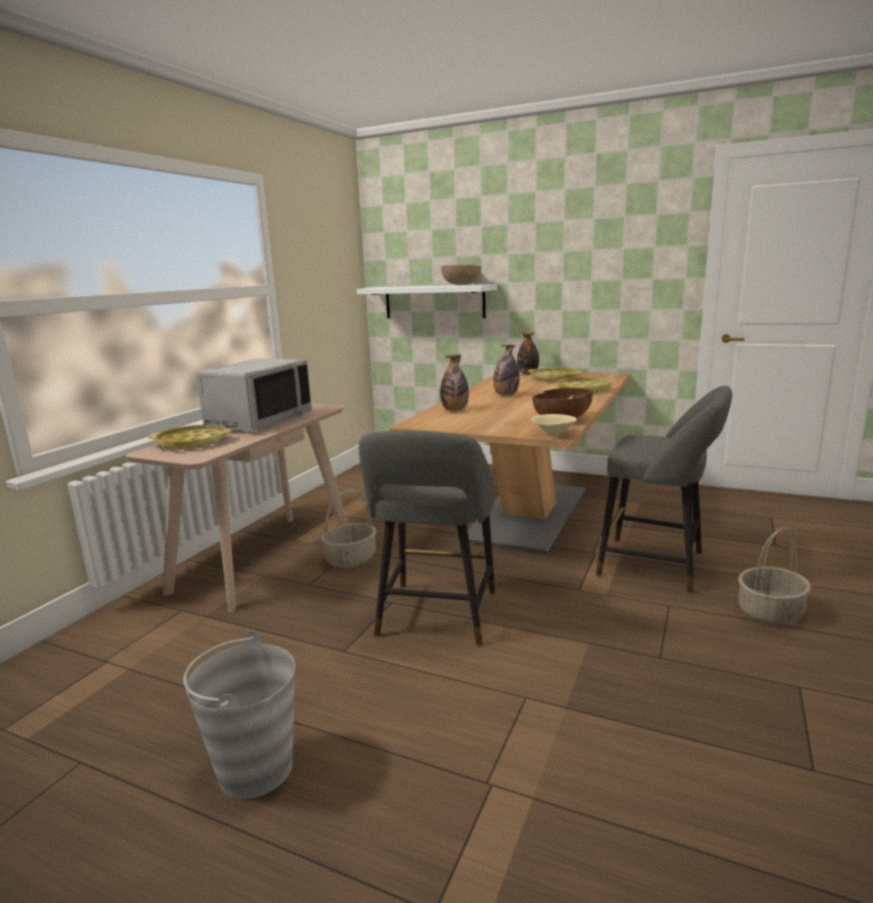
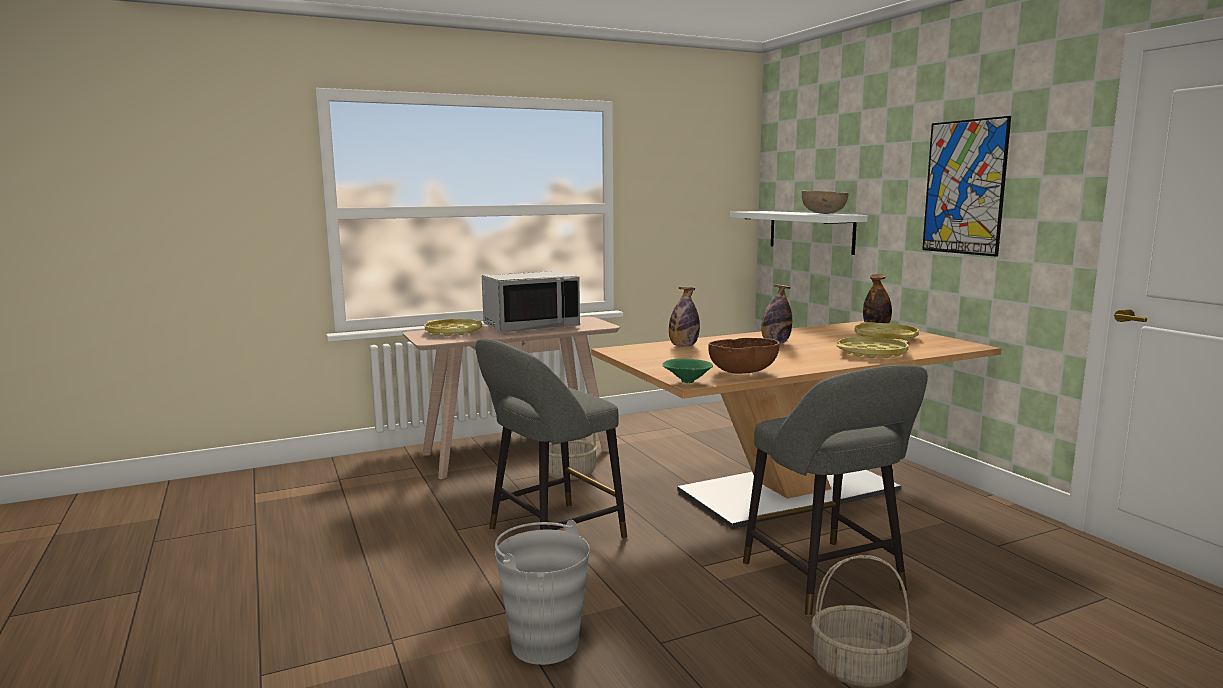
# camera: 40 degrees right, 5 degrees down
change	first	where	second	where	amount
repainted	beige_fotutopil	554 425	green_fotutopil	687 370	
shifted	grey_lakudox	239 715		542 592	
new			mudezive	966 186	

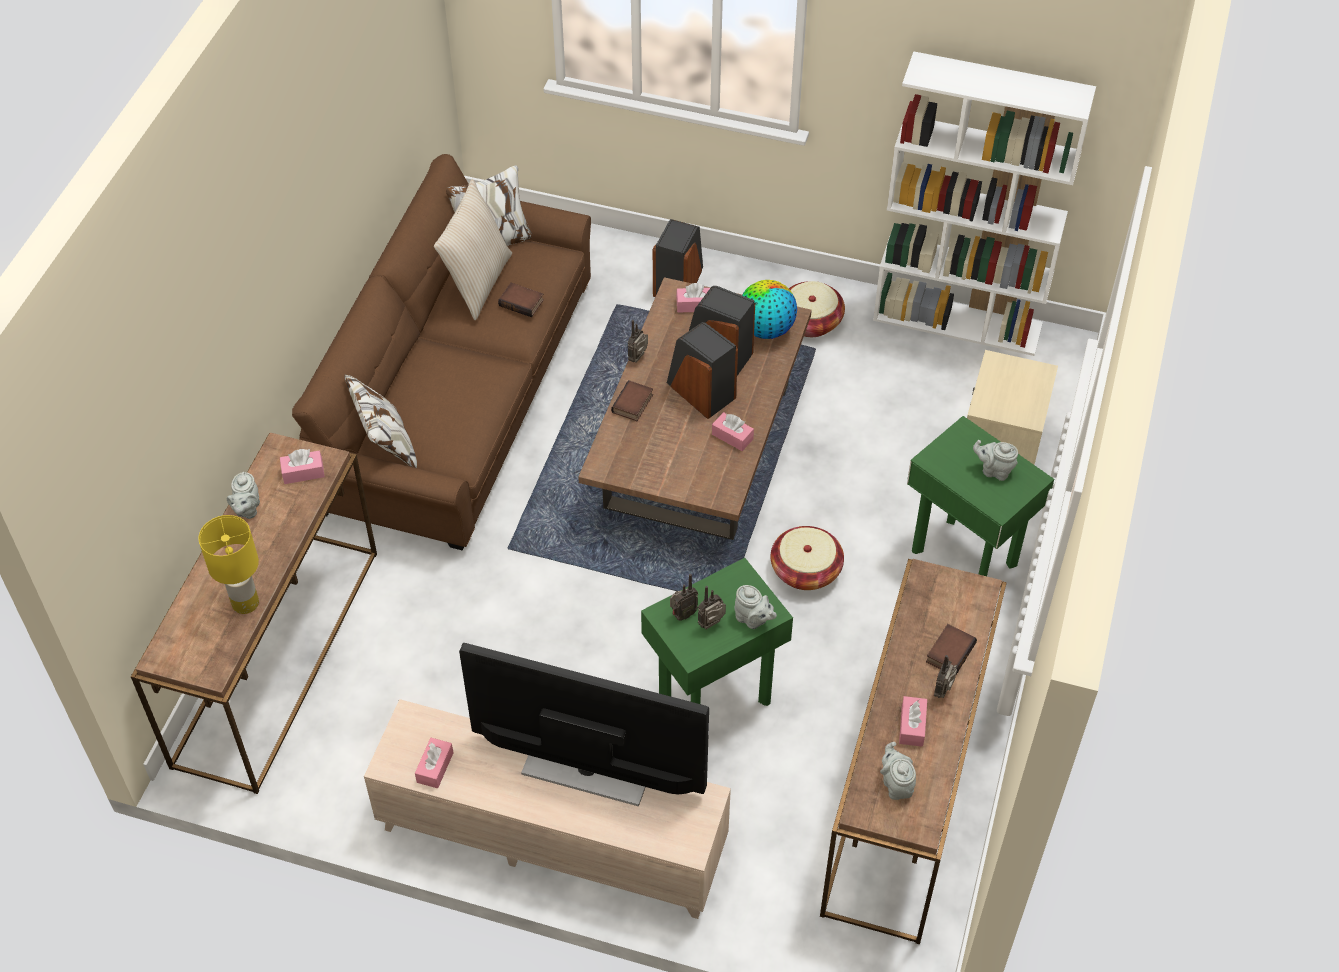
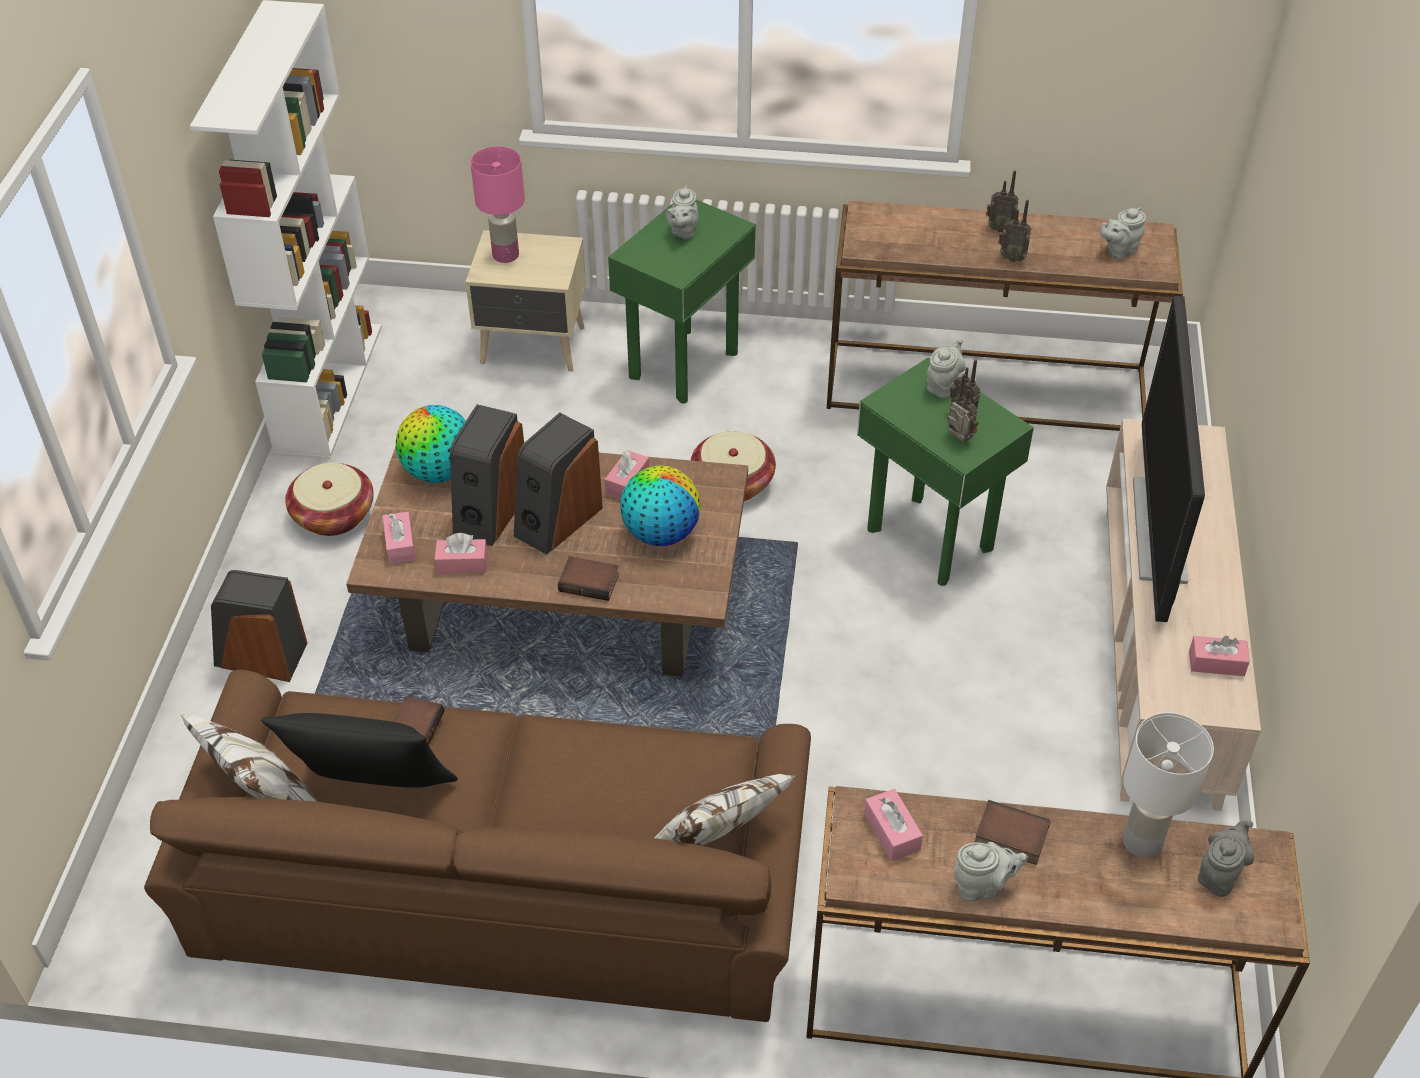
# camera: 100 degrees left, 5 degrees down
change	first	where	second	where	amount
repainted	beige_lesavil	473 249	black_lesavil	359 750	
shifted	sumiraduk	638 341		1014 230	
repainted	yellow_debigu	228 564	white_debigu	1168 785	
shifted	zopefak	951 649		1012 832	
shifted	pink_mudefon	913 721		461 553	
new			pink_debigu	497 204	
new			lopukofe	660 505	
new			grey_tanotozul	1226 859	

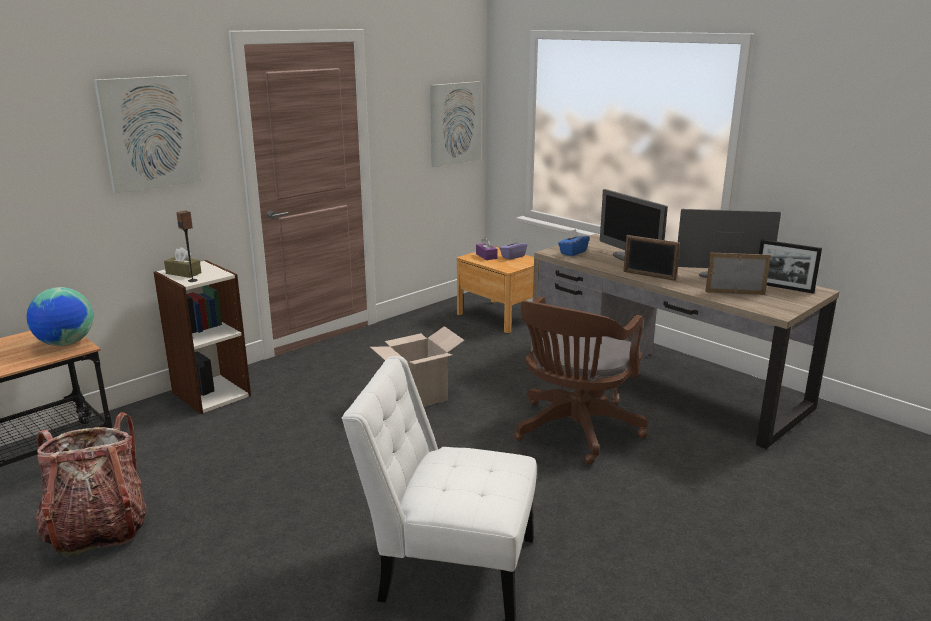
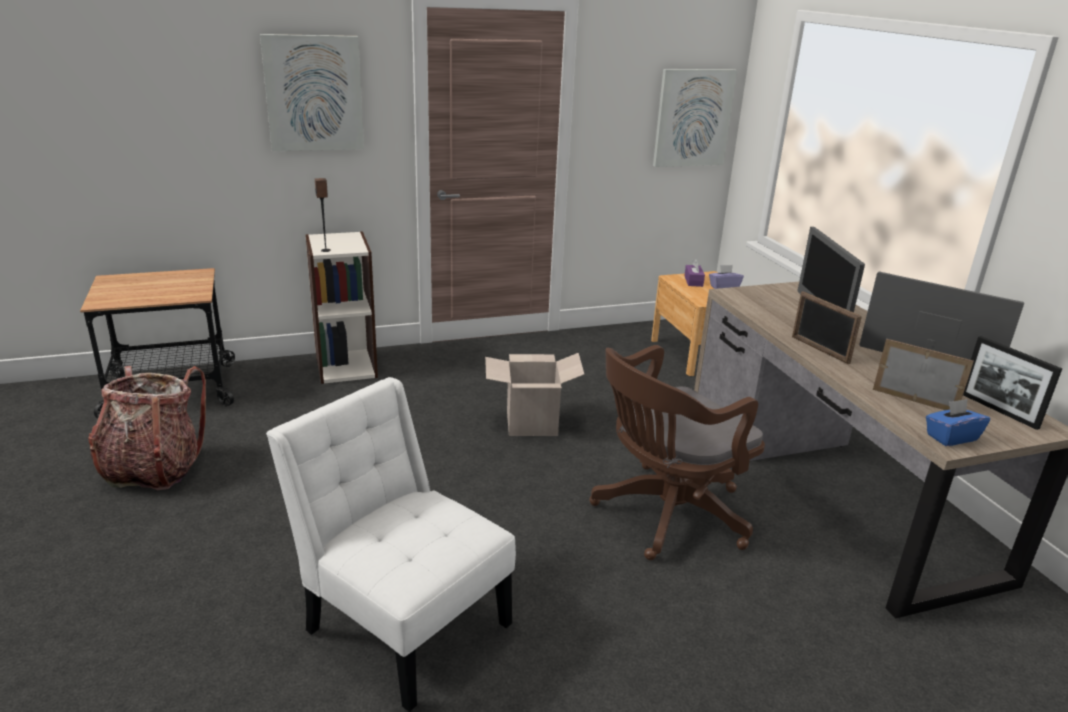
# camera: 25 degrees right, 5 degrees up
change	first	where	second	where	amount
shifted	blue_mudefon	573 242		958 422	
gone	brown_mudefon	182 262			
gone	lopukofe	60 316			

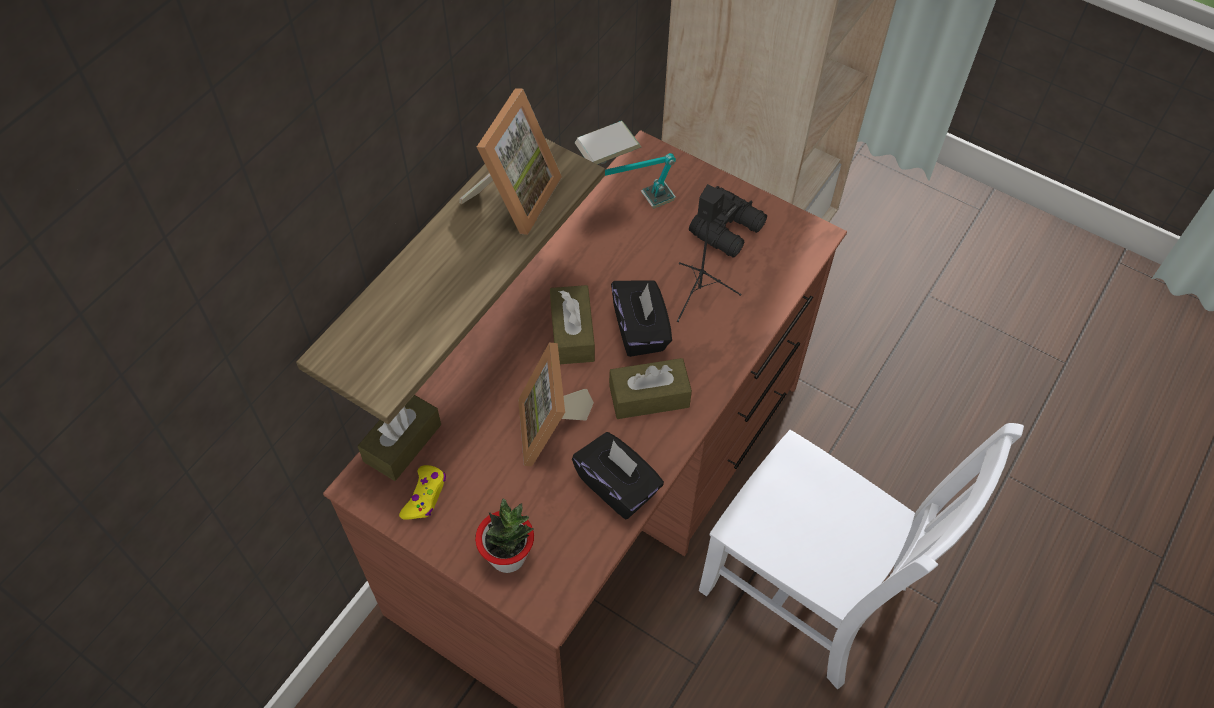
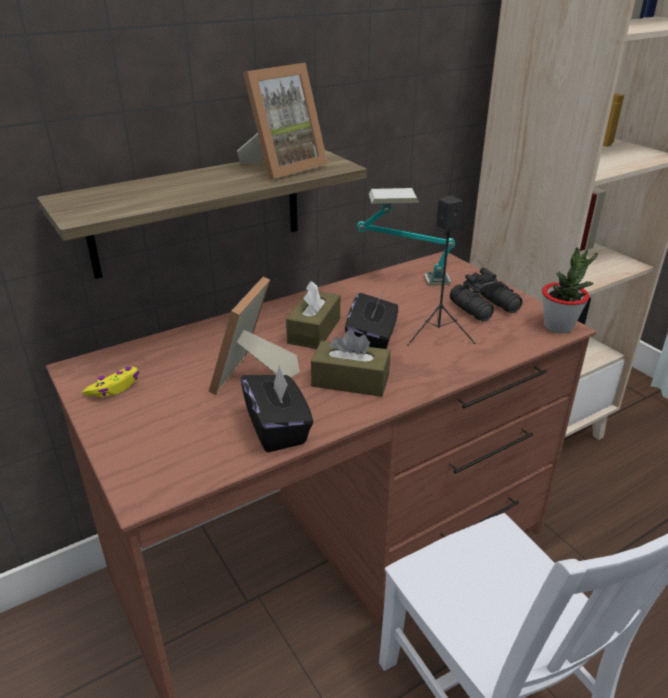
# camera: 25 degrees right, 25 degrees down
change	first	where	second	where	amount
gone	brown_mudefon	399 438			
shifted	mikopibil	504 535		570 290	

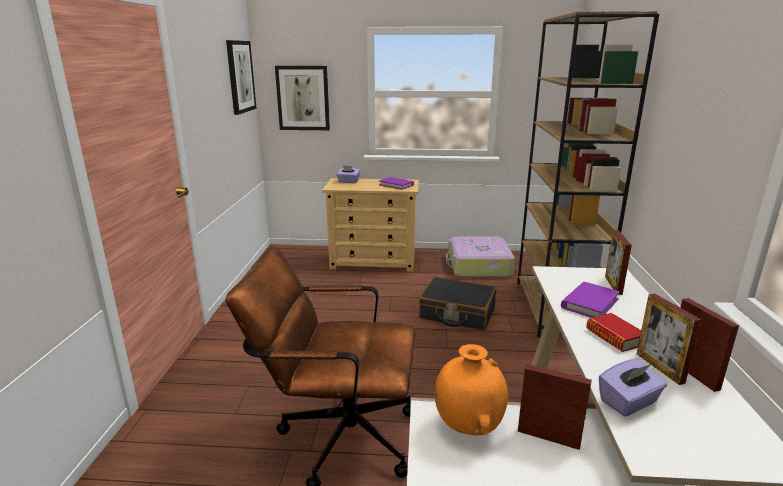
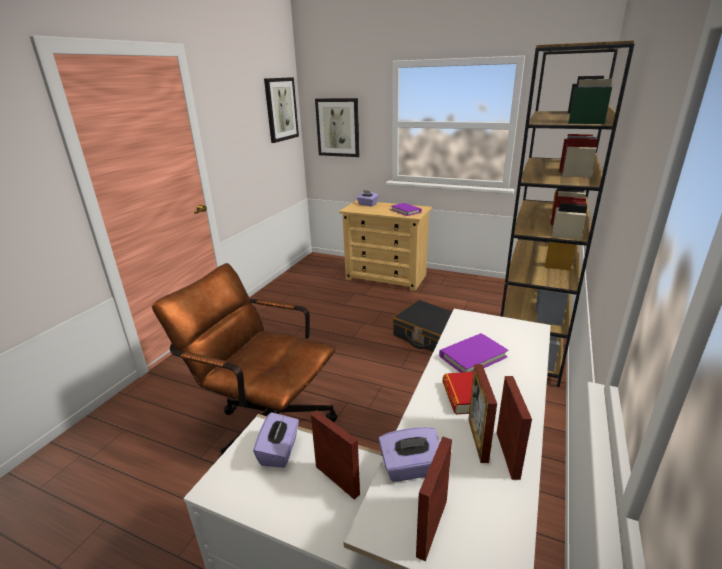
# camera: 20 degrees right, 5 degrees up
change	first	where	second	where	amount
shifted	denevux	618 262		434 499	
gone	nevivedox	480 257			
swapped	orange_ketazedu	471 389	purple_mudefon	276 440	

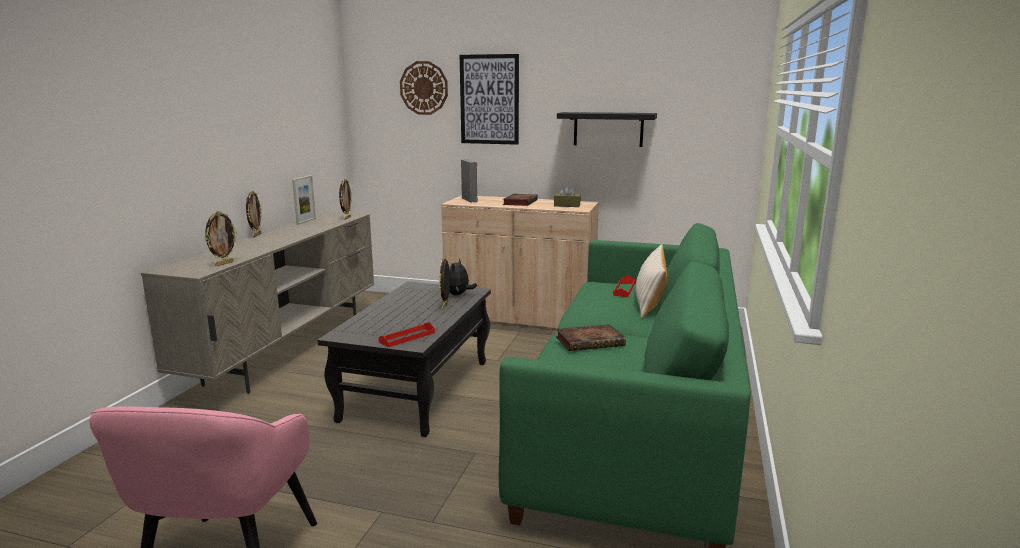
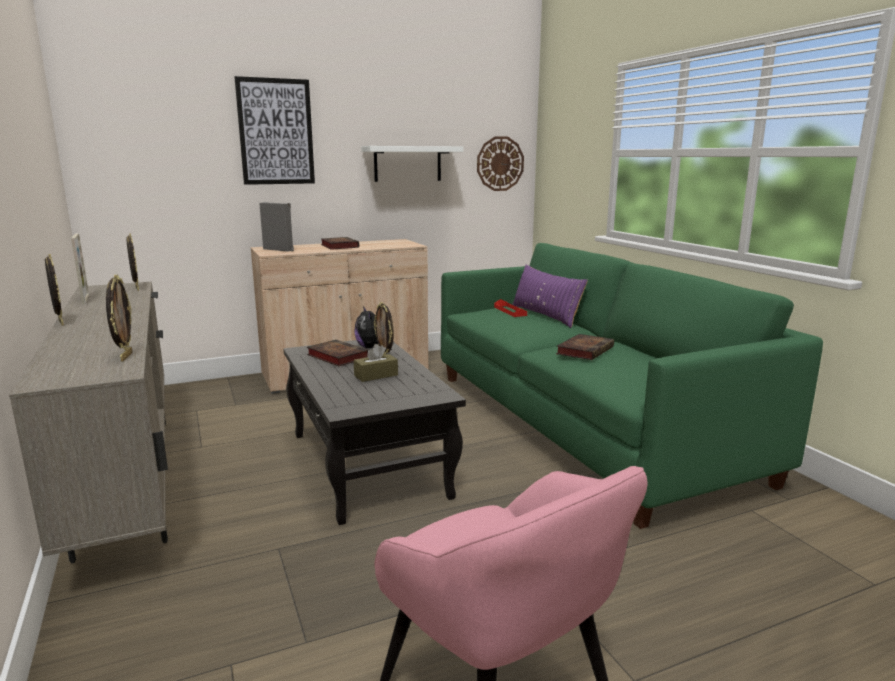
# camera: 40 degrees left, 0 degrees up
change	first	where	second	where	amount
shifted	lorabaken	424 88		500 163	
repainted	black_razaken	607 129	white_razaken	412 164	
shifted	brown_mudefon	567 195		376 363	
repainted	beige_lesavil	651 281	purple_lesavil	550 296	
gone	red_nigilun	407 334			
new			zopefak	338 353	

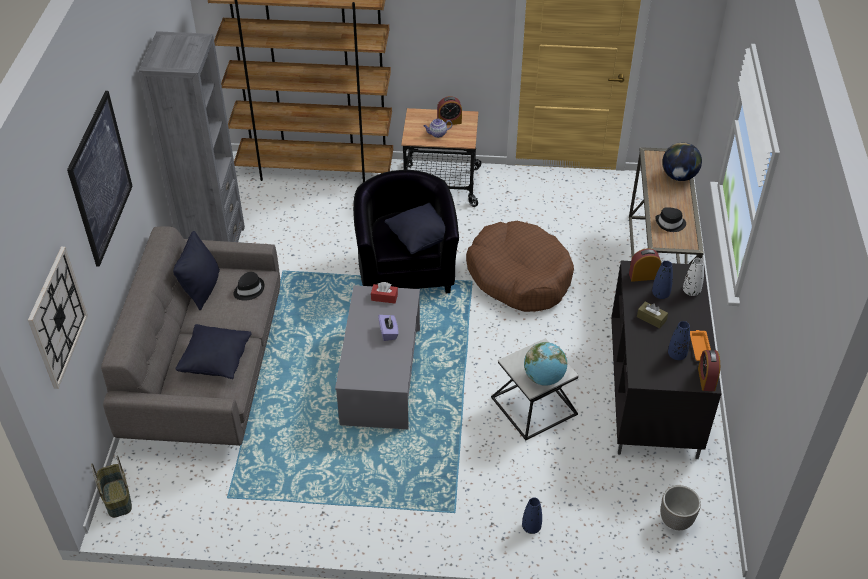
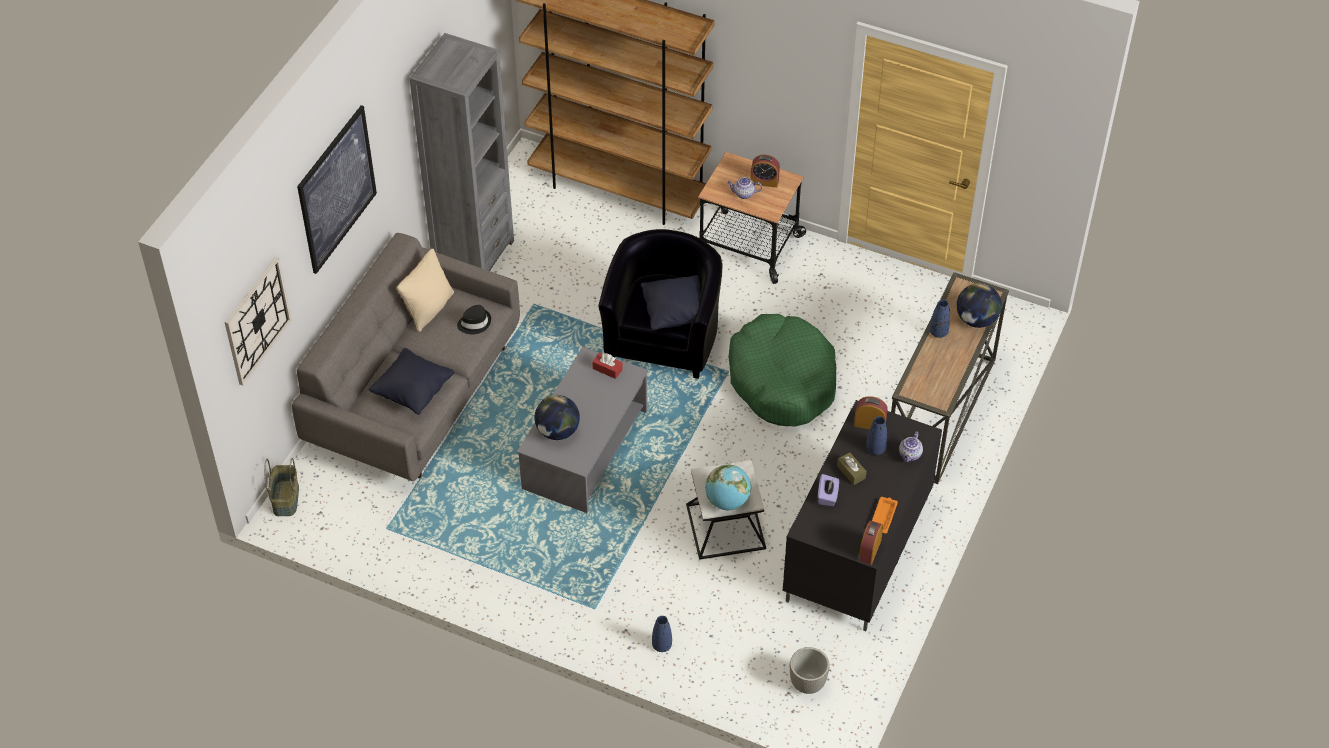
# camera: 20 degrees right, 5 degrees up
change	first	where	second	where	amount
gone	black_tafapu	670 219			
repainted	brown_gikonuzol	520 266	green_gikonuzol	782 370	
repainted	black_lesavil	196 270	beige_lesavil	425 290	
swapped	white_ketazedu	693 277	tanotozul	911 446	
shifted	purple_mudefon	388 328		828 490	
shifted	blue_ketazedu	679 340		940 318	
new			lopukofe	557 417	

